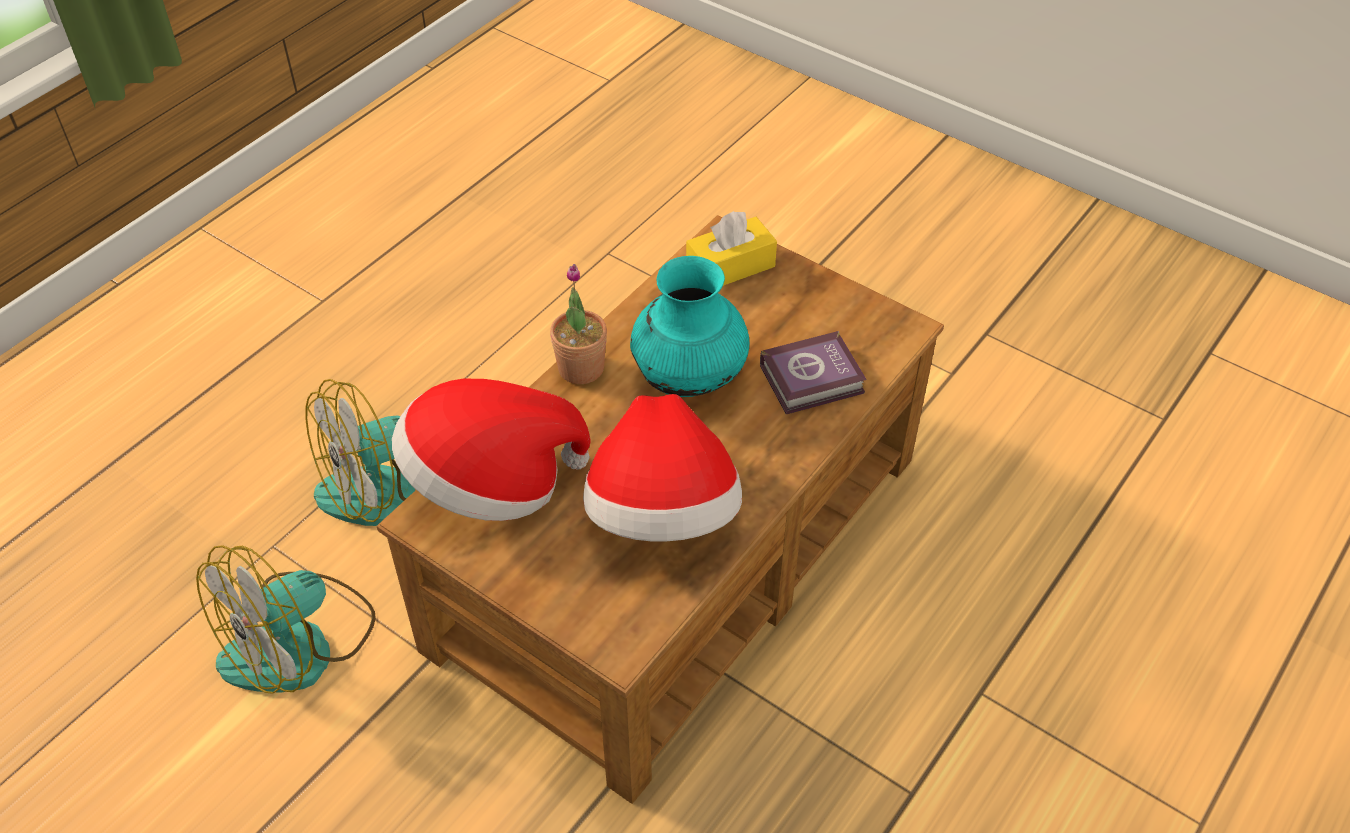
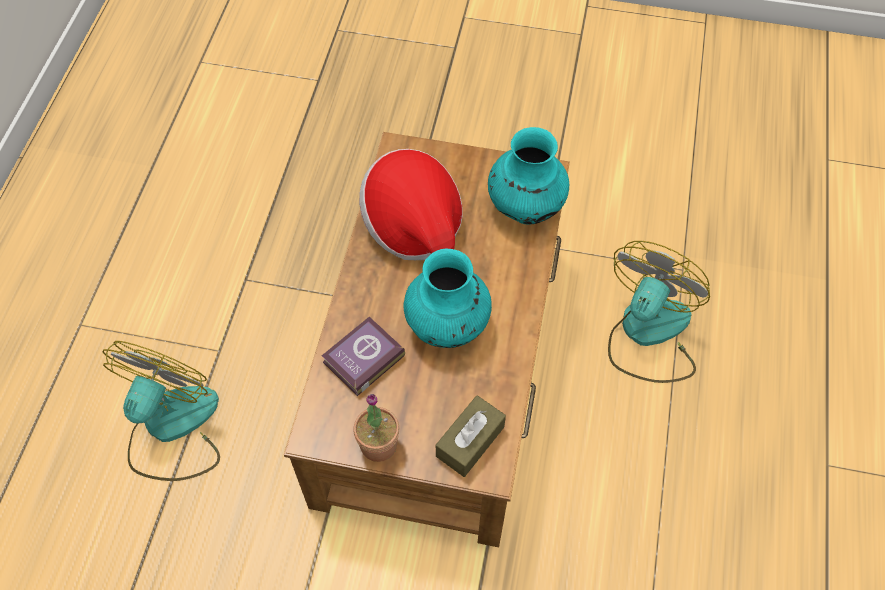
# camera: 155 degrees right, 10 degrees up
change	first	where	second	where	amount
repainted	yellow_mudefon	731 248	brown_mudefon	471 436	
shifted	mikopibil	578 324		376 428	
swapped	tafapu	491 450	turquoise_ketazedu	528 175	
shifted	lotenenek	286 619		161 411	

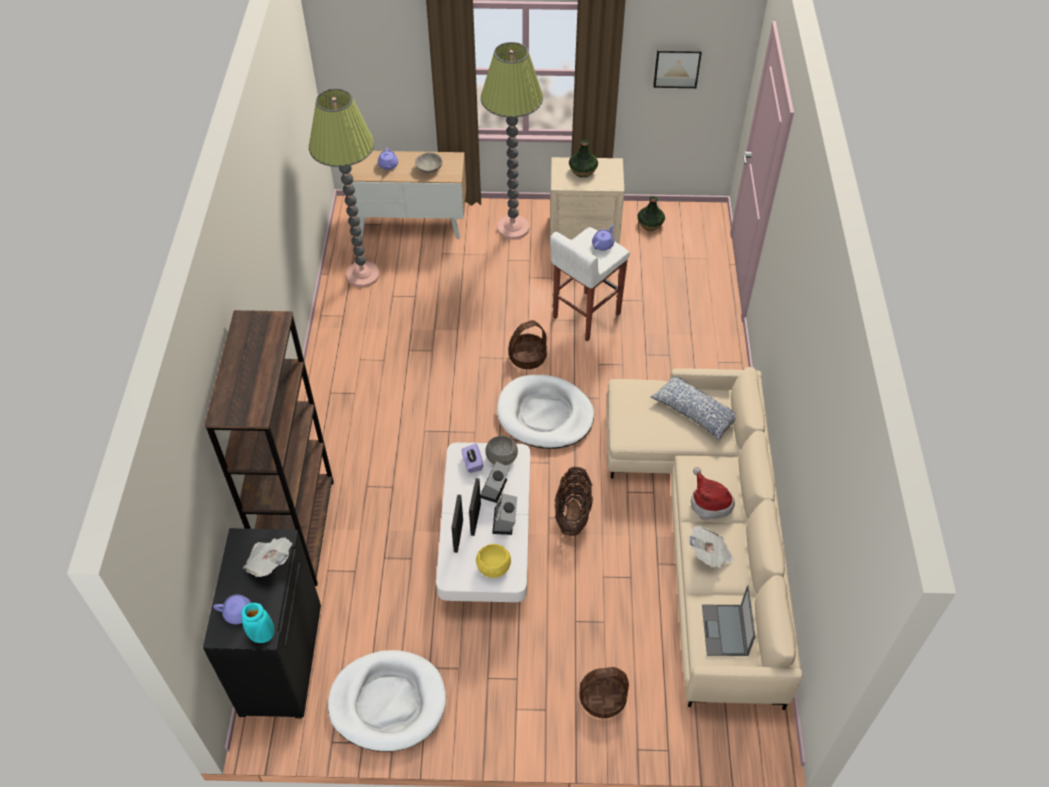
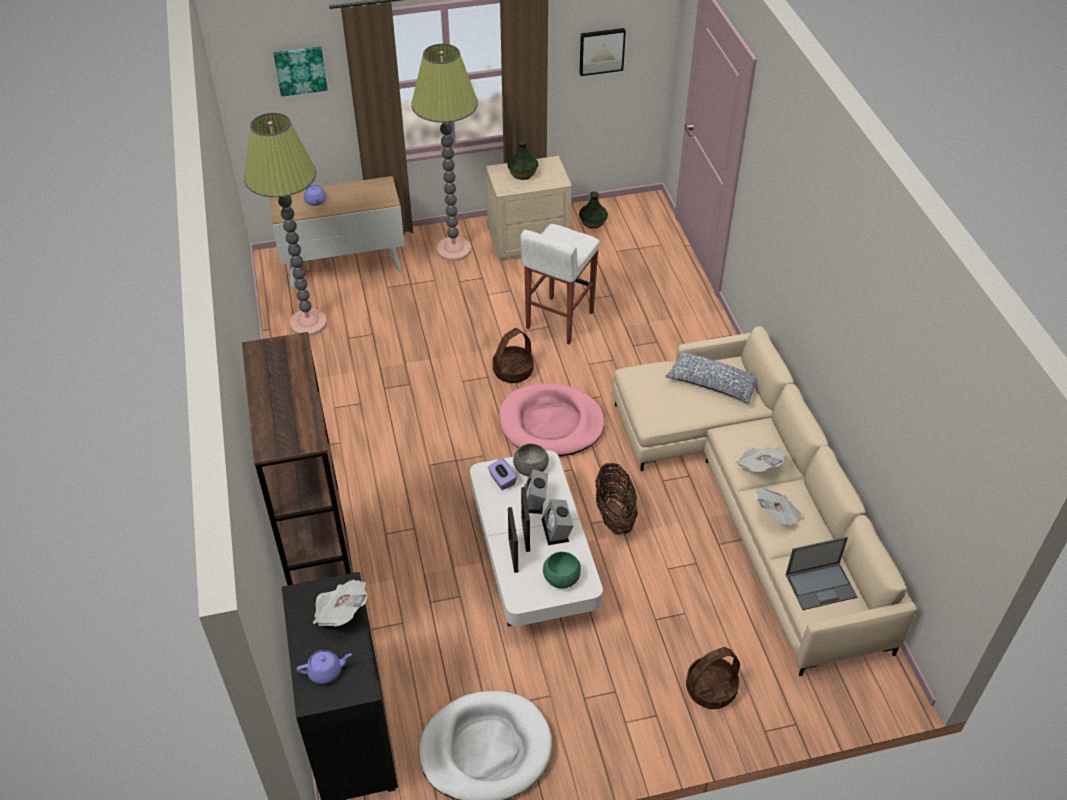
# camera: 15 degrees left, 5 degrees down
change	first	where	second	where	amount
gone	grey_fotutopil	429 163			
gone	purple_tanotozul	603 237			
repainted	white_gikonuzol	545 412	pink_gikonuzol	552 420	
swapped	tafapu	713 493	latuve	761 459	
repainted	yellow_fotutopil	493 561	green_fotutopil	562 570	
rotated	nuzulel	728 620		821 573	90 degrees counterclockwise
gone	turquoise_ketazedu	257 623			
new			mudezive	300 72	

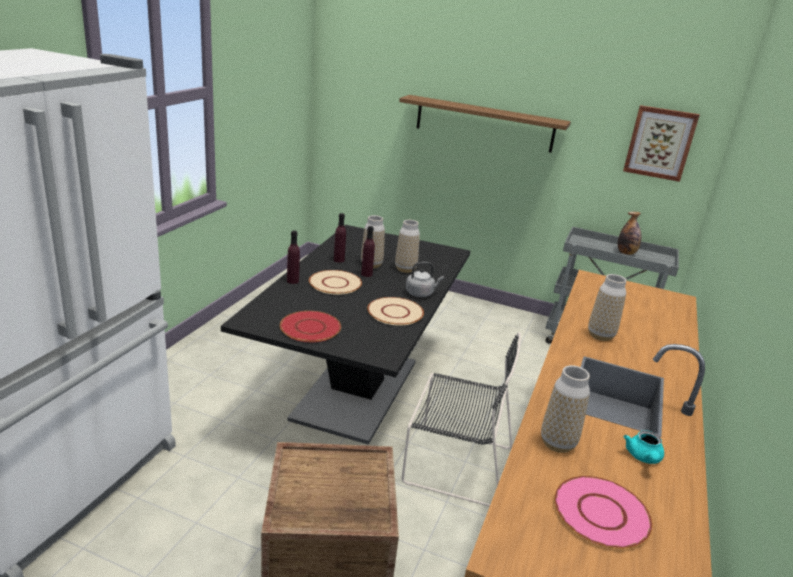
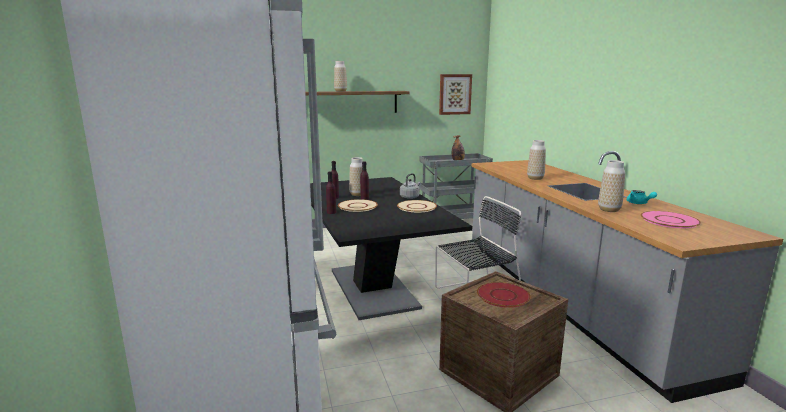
# camera: 35 degrees left, 10 degrees down
change	first	where	second	where	amount
shifted	ketazedu	407 246		340 76	
shifted	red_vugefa	310 326		504 295	

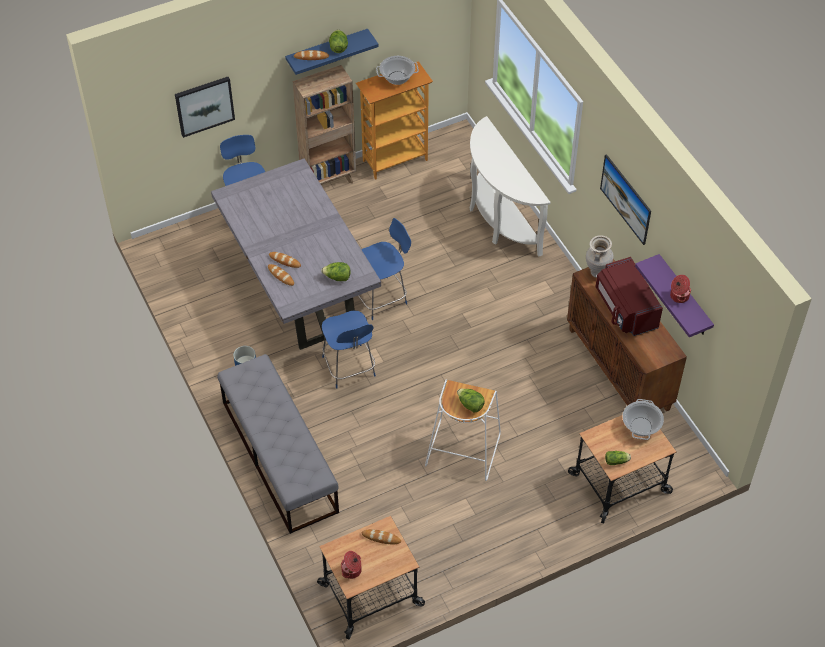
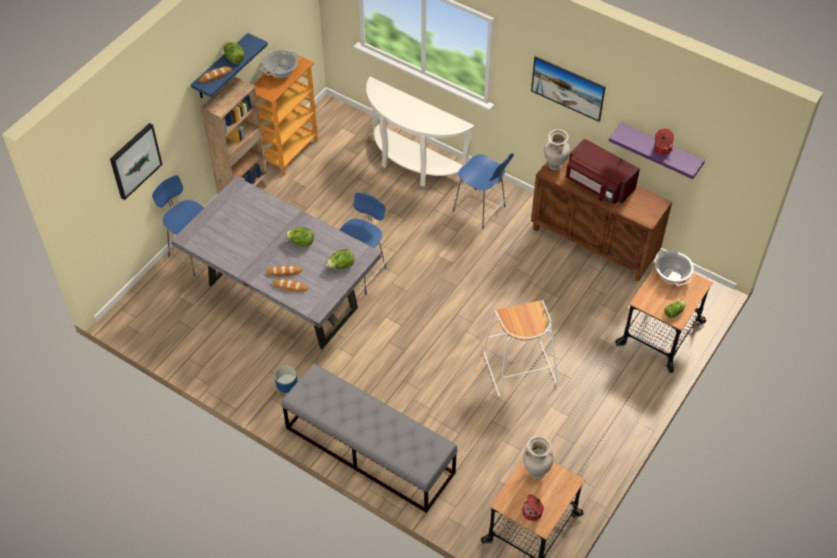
# camera: 30 degrees left, 0 degrees up
change	first	where	second	where	amount
shifted	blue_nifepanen	349 350		483 191	
shifted	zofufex	471 400		299 236	
swapped	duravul	381 536	beige_ketazedu	538 457	

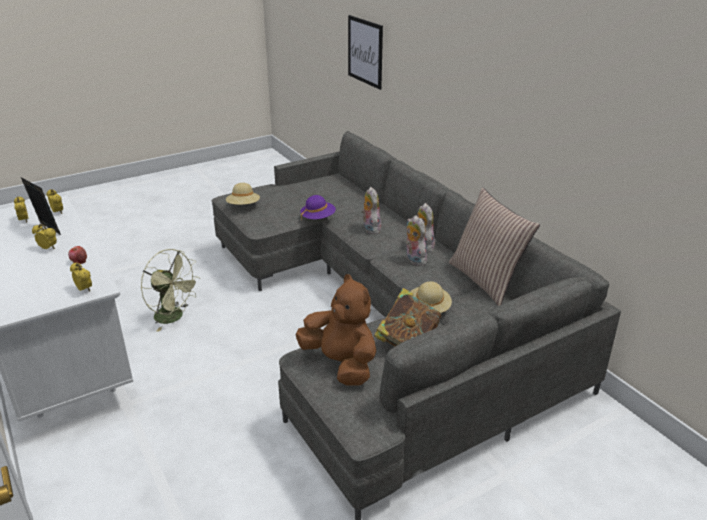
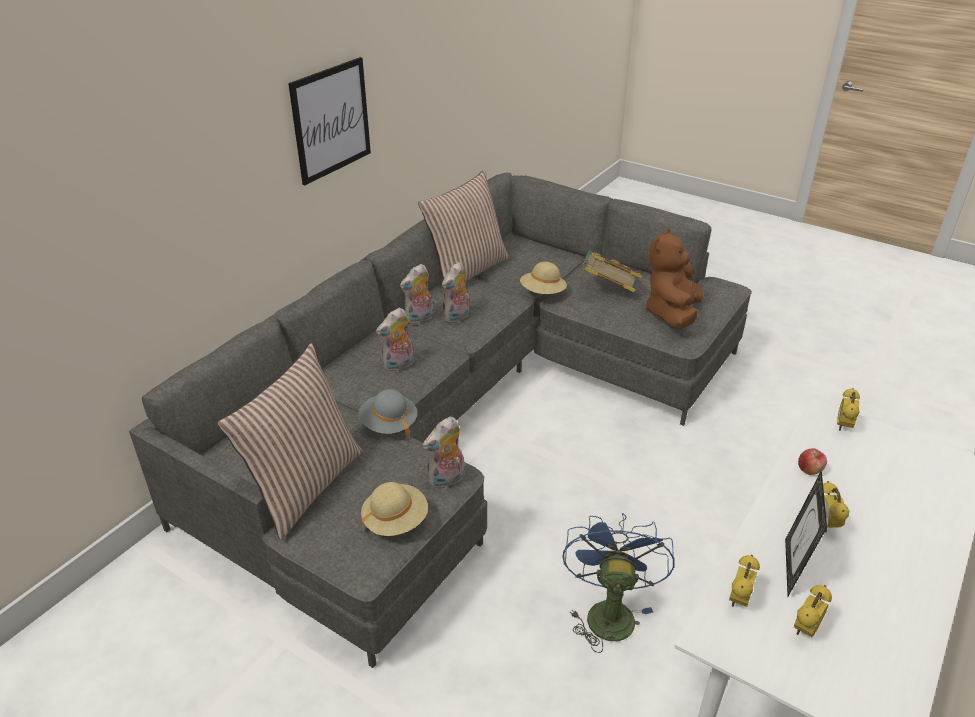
# camera: 115 degrees left, 5 degrees up
change	first	where	second	where	amount
shifted	mudezive	365 52		329 121	
repainted	purple_tafapu	318 207	grey_tafapu	388 413	
repainted	green_lotenenek	171 290	blue_lotenenek	618 583	
new			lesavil	290 441	
new			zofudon	444 453	

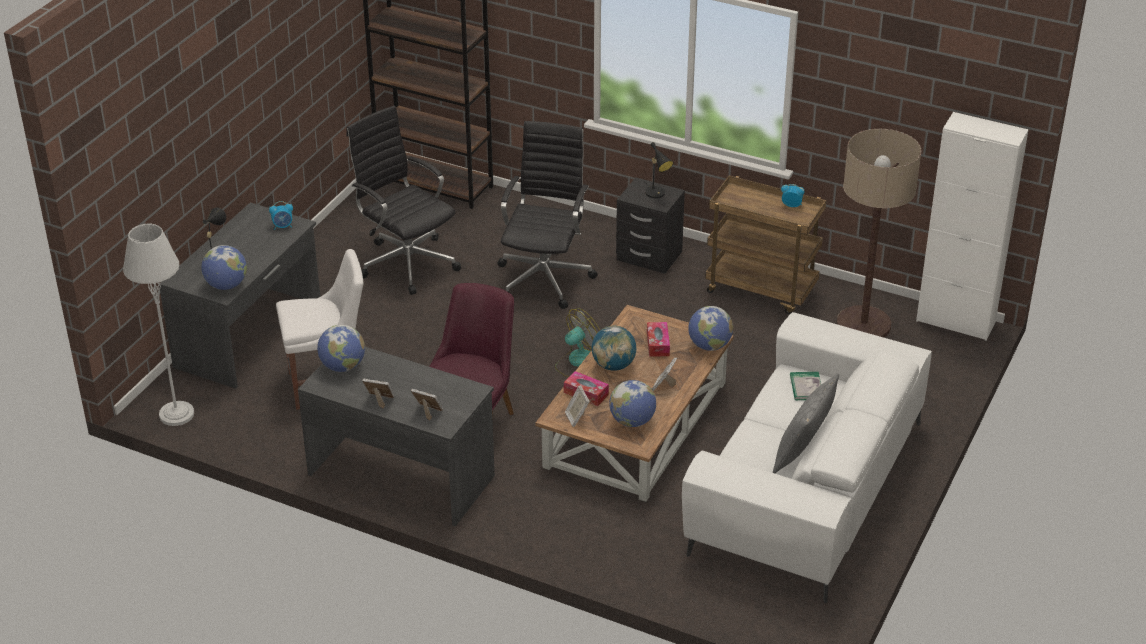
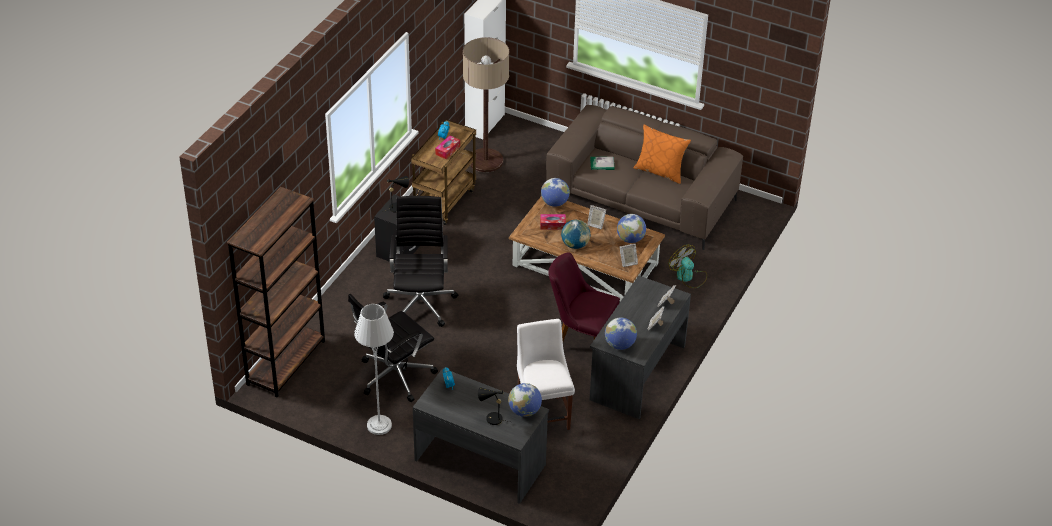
# camera: 90 degrees left, 5 degrees up
change	first	where	second	where	amount
rotated	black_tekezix	547 215		420 261	75 degrees clockwise
shifted	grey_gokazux	158 325		374 369	
shifted	lotenenek	577 342		688 266	
repainted	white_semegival	807 457	brown_semegival	644 177	
shifted	mudefon	586 388		447 147	
repainted	grey_lesavil	806 423	orange_lesavil	662 154	

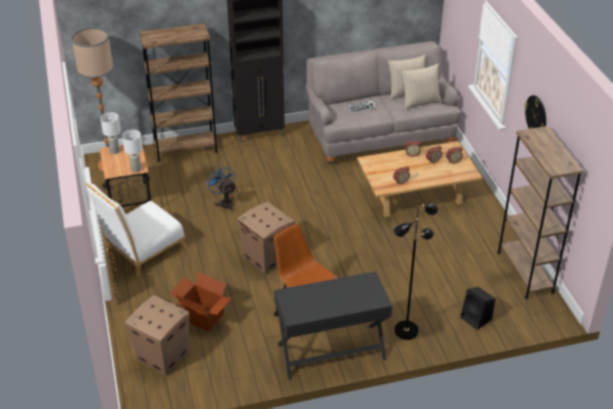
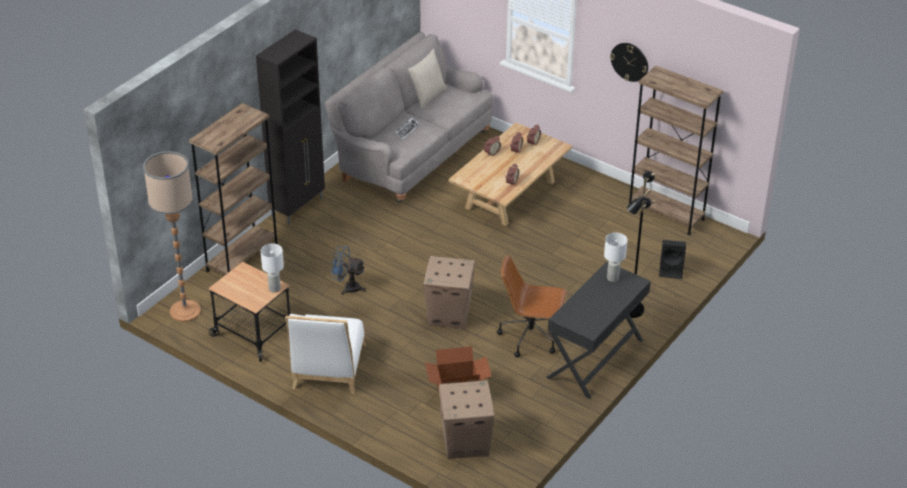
# camera: 40 degrees left, 0 degrees up
change	first	where	second	where	amount
gone	beige_lesavil	422 87			
shifted	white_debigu	110 133		616 257	

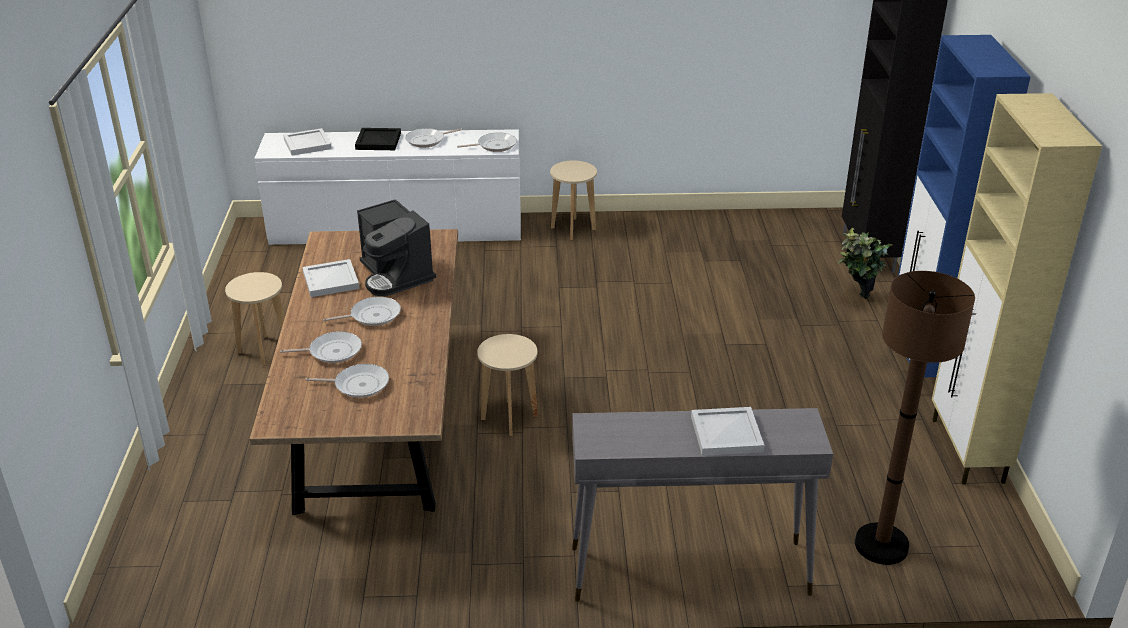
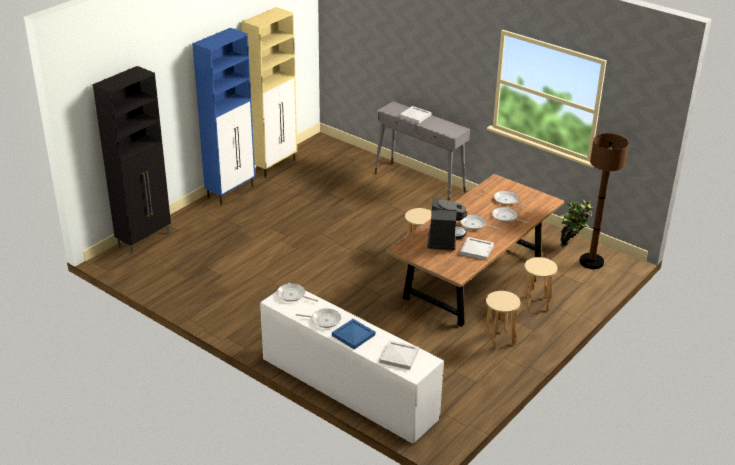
# camera: 140 degrees left, 0 degrees up
change	first	where	second	where	amount
repainted	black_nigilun	378 139	blue_nigilun	353 334	
shifted	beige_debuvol	573 200		540 283	
shifted	mikopibil	865 264		576 223	
shifted	brown_gokazux	915 418		604 201	

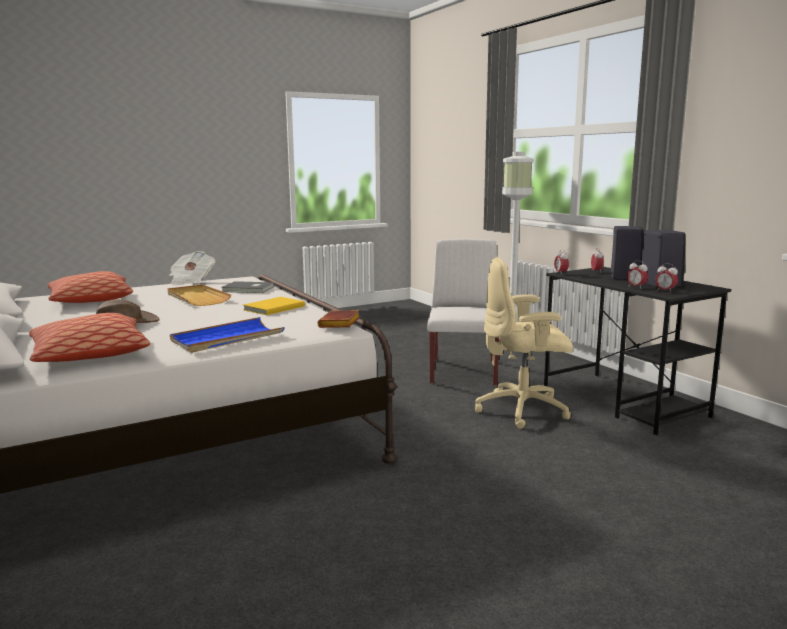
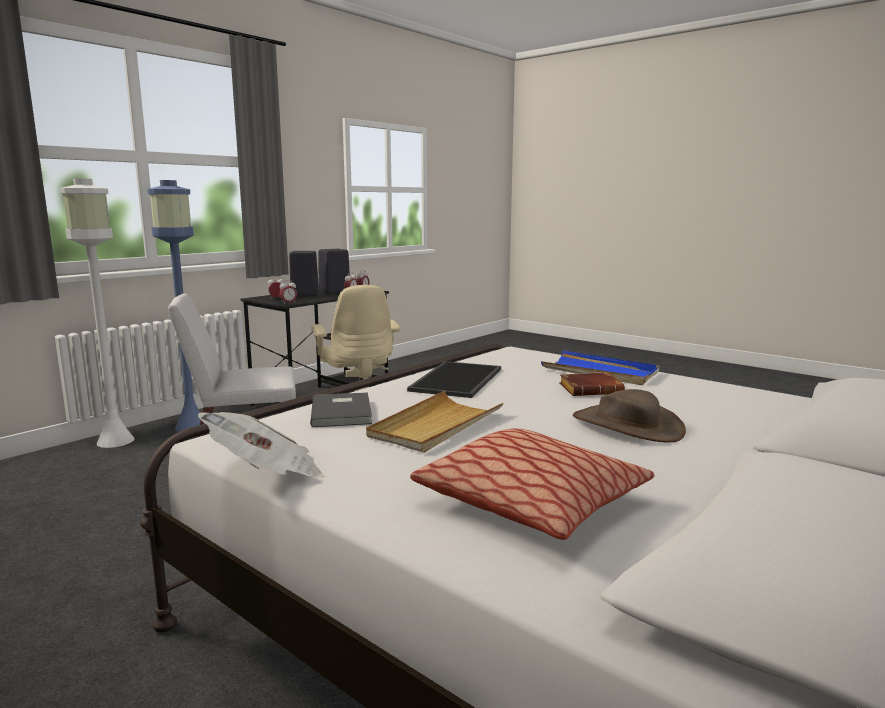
# camera: 110 degrees left, 0 degrees up
change	first	where	second	where	amount
swapped	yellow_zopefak	274 306	nigilun	454 379	
shifted	brown_zopefak	339 319		592 384	
gone	lesavil	89 337			
new			blue_gokazux	174 306	

